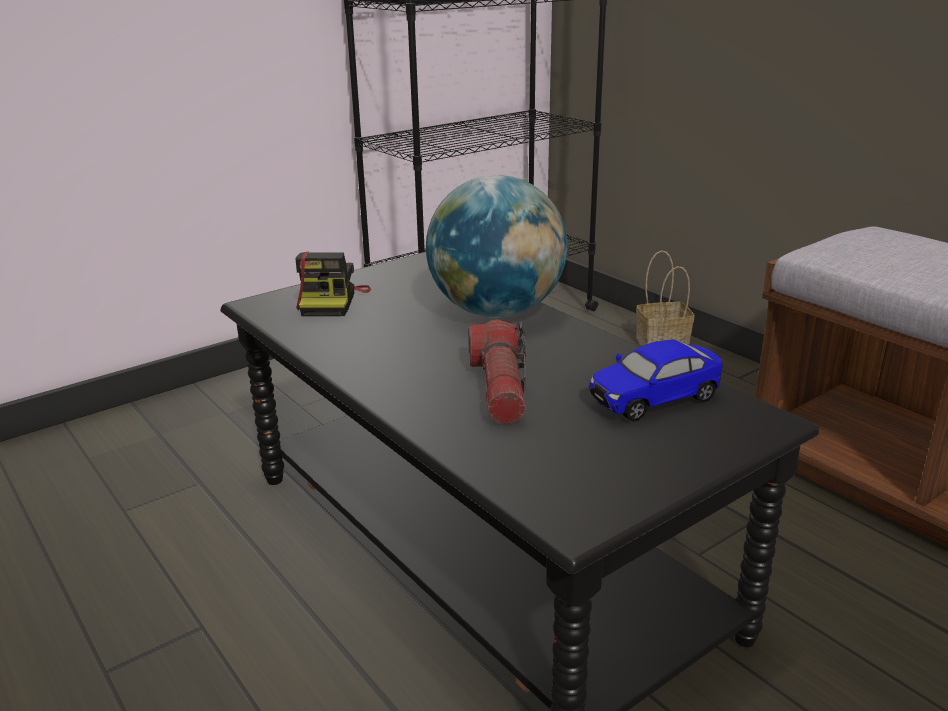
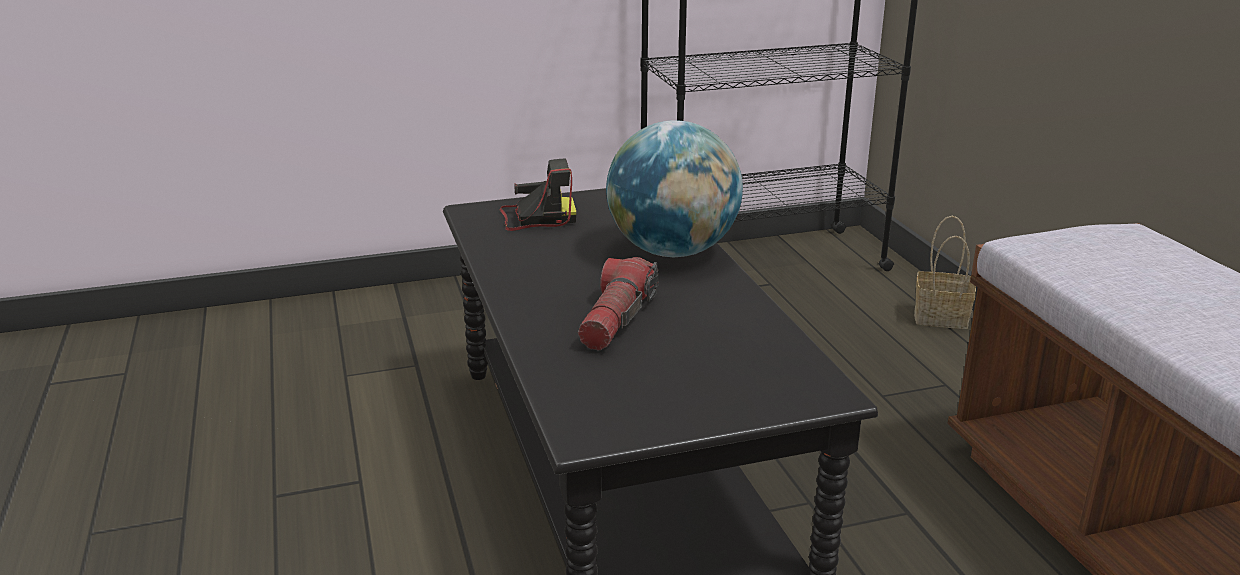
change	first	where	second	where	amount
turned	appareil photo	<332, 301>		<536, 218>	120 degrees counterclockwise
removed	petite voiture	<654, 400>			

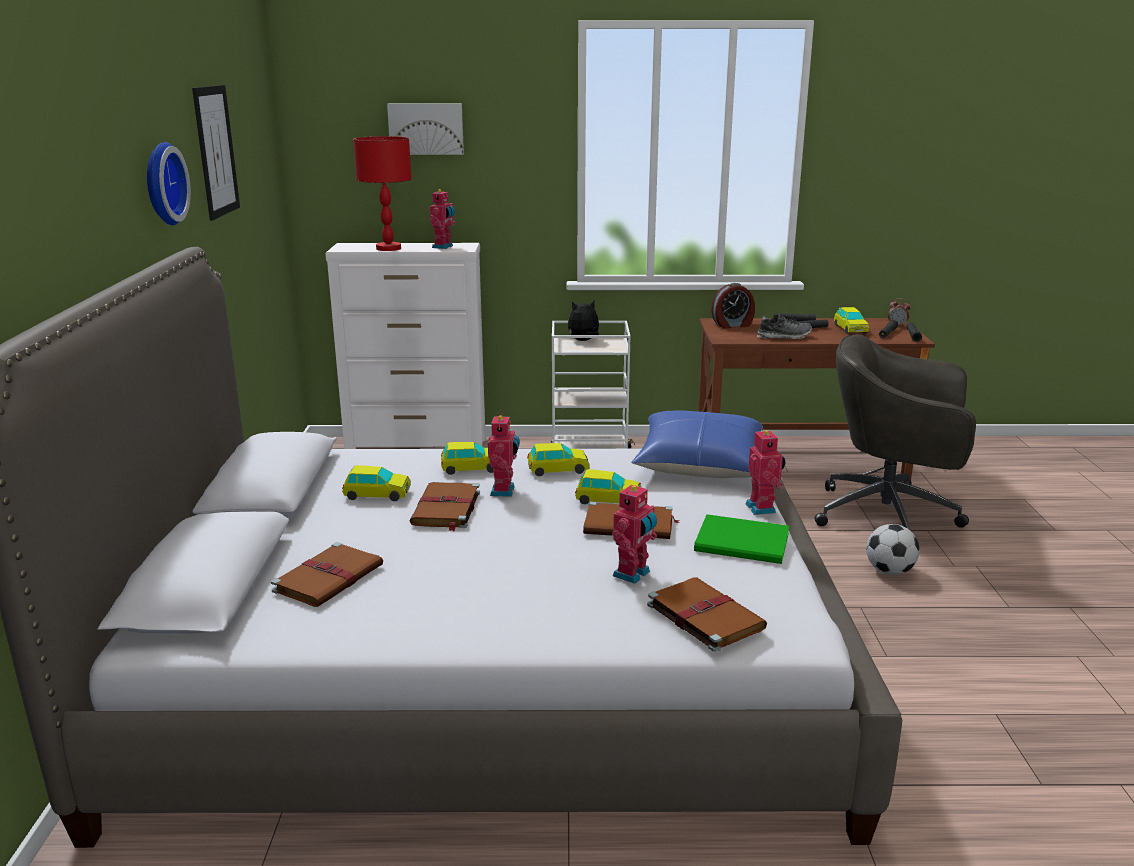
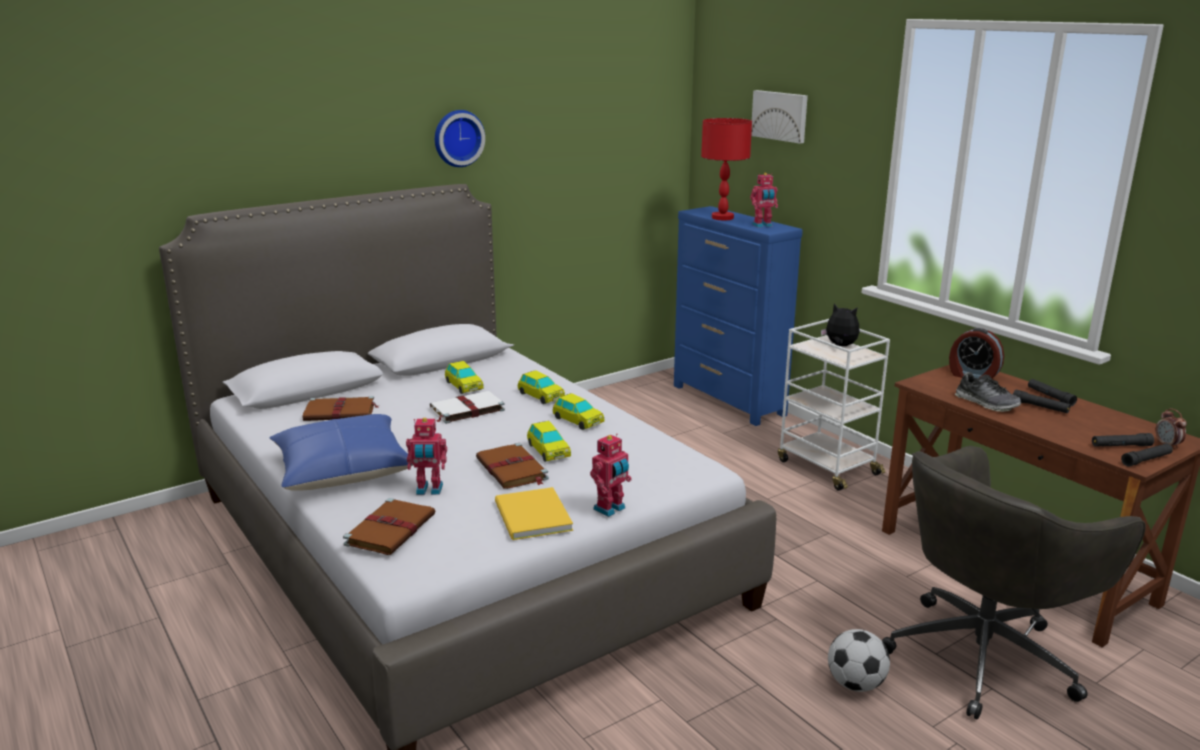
change	first	where	second	where	amount
moved	coussin/bleu	<699, 464>		<342, 469>	
recoloured	livre/marron	<446, 509>	livre/blanc	<466, 409>	
recoloured	livre/vert	<744, 543>	livre/jaune	<531, 517>	
recoloured	commode/blanc	<418, 447>	commode/bleu	<728, 400>	
turned	chaise de bureau/gris	<890, 516>		<984, 655>	105 degrees counterclockwise
removed	tableau	<216, 151>			
removed	robot jouet	<504, 491>			
removed	petite voiture	<850, 329>			

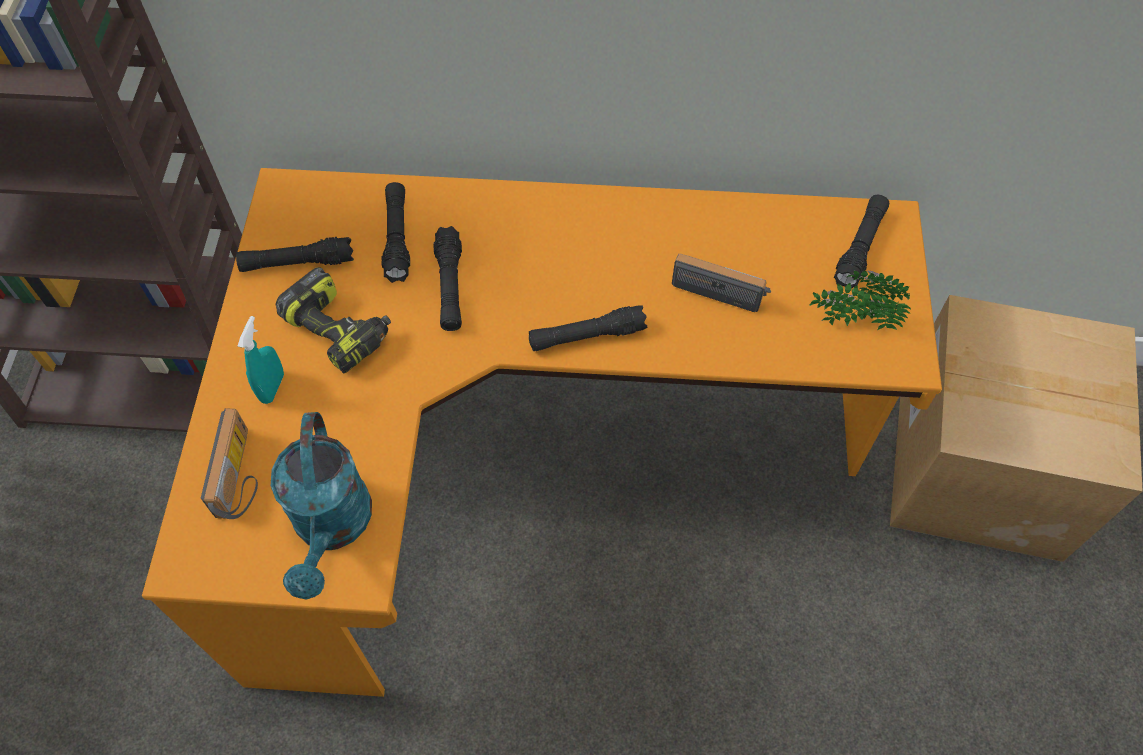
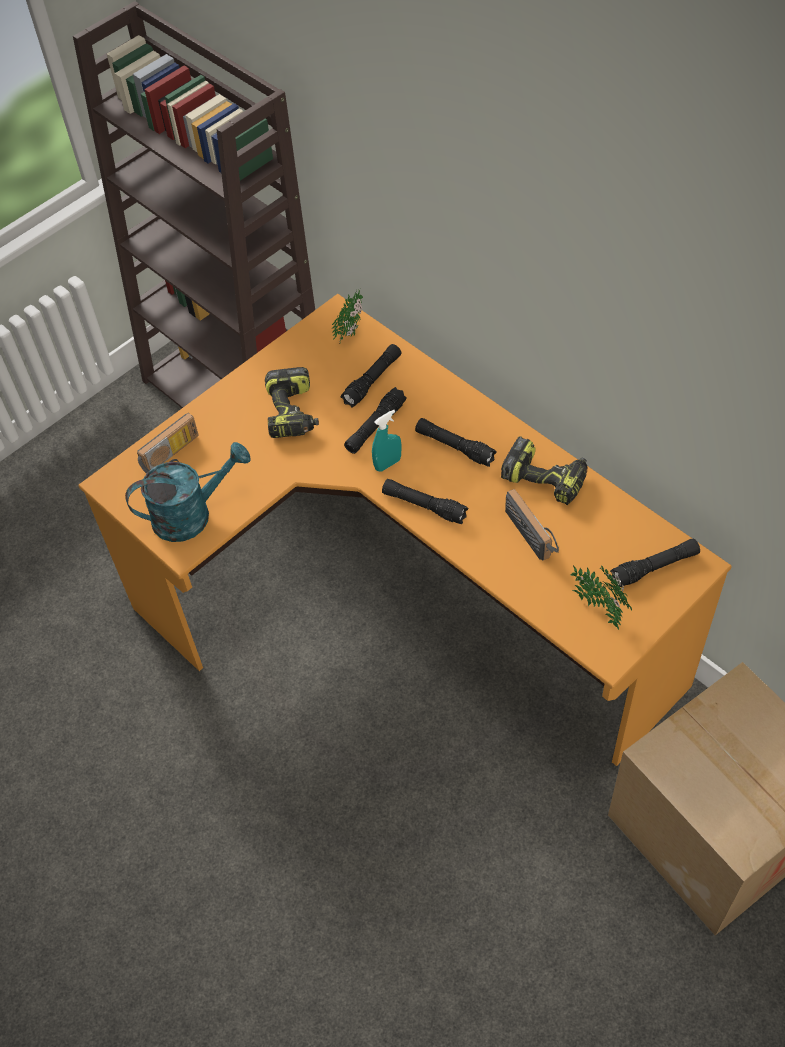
change	first	where	second	where	amount
turned	arrosoir/turquoise	<332, 527>		<192, 514>	150 degrees counterclockwise
added			plante en pot	<352, 330>	
moved	vaporisateur/turquoise	<272, 387>		<388, 464>	
moved	lampe de poche/noir	<297, 263>		<454, 447>	
added			perceuse	<546, 478>	

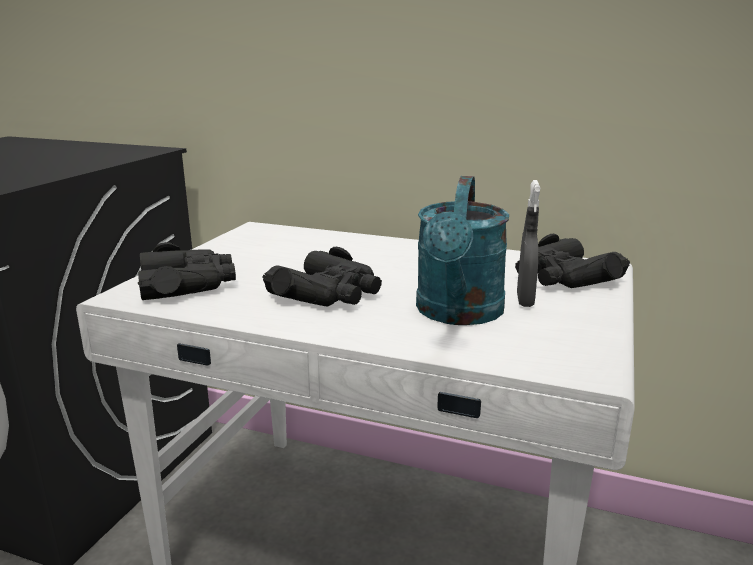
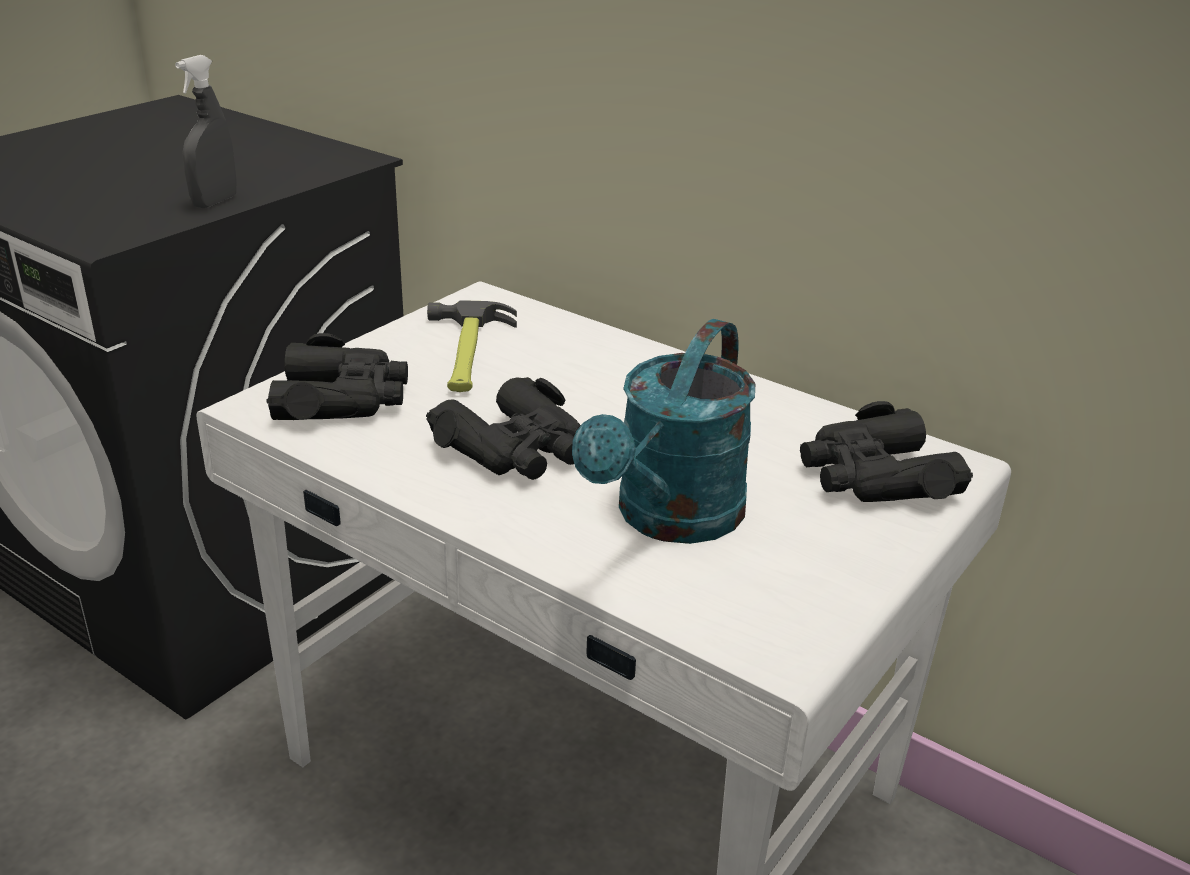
change	first	where	second	where	amount
moved	vaporisateur/gris	<525, 300>		<215, 202>	
added			marteau	<466, 354>	

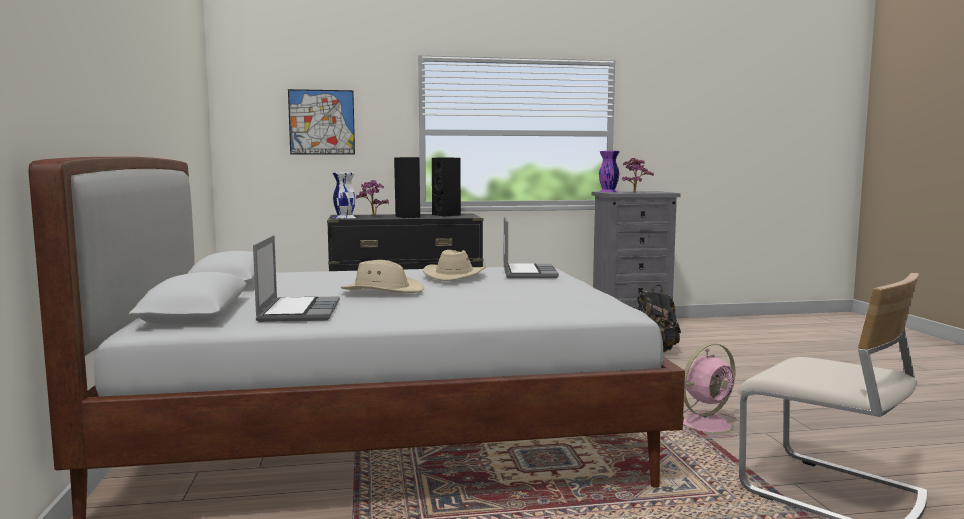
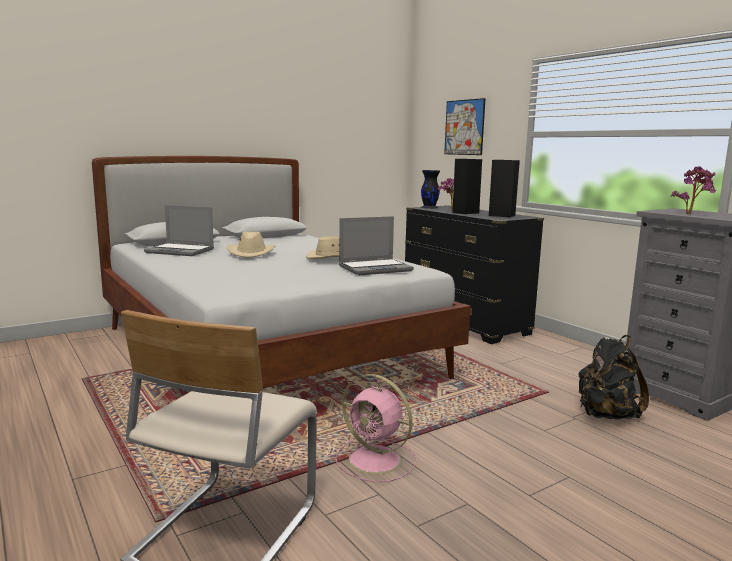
change	first	where	second	where	amount
turned	ordinateur portable	<298, 311>		<181, 251>	45 degrees clockwise
recoloured	vase/blanc	<344, 217>	vase/noir	<429, 207>	
removed	vase/violet	<608, 191>			

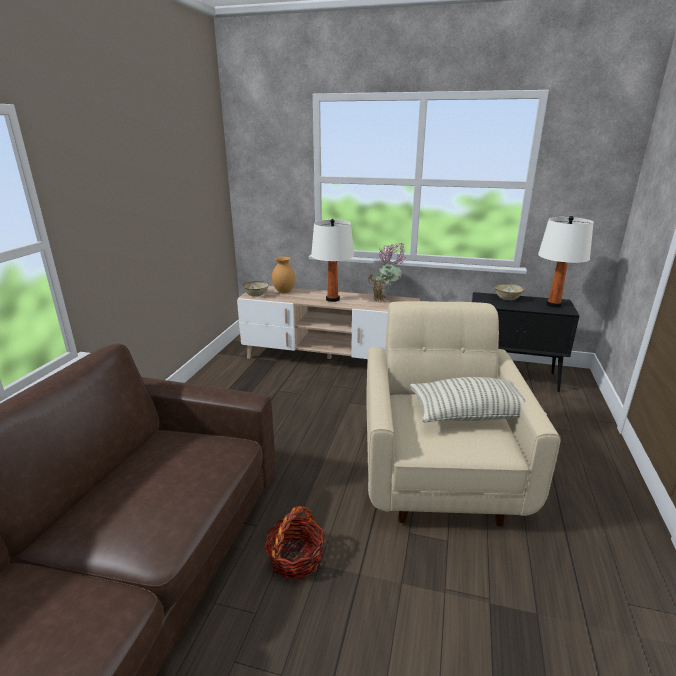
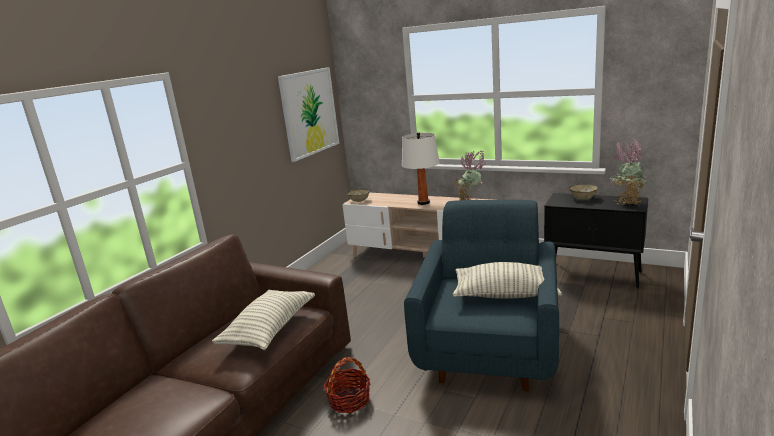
change	first	where	second	where	amount
added			coussin	<269, 330>	
added			tableau	<309, 112>	
recoloured	fauteuil/beige	<438, 470>	fauteuil/bleu	<488, 348>	
replaced	lampe de table/blanc	<553, 304>	plante en pot	<626, 202>	
removed	vase/marron	<284, 291>			

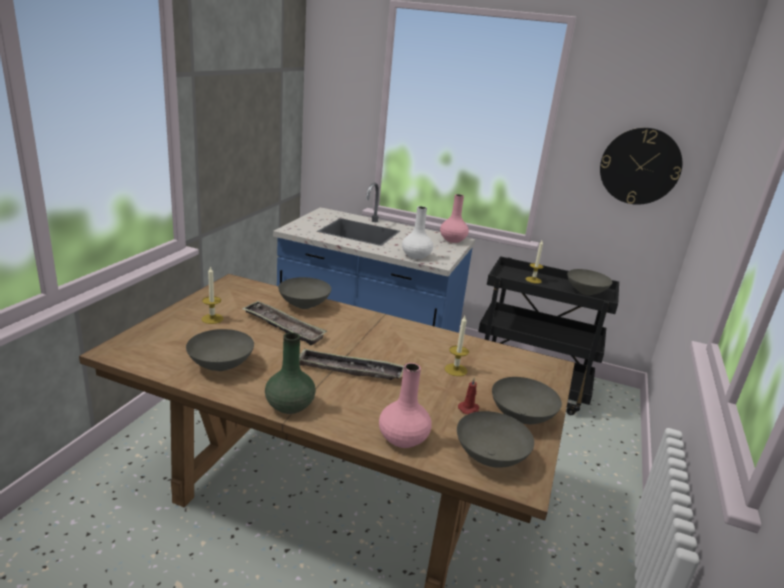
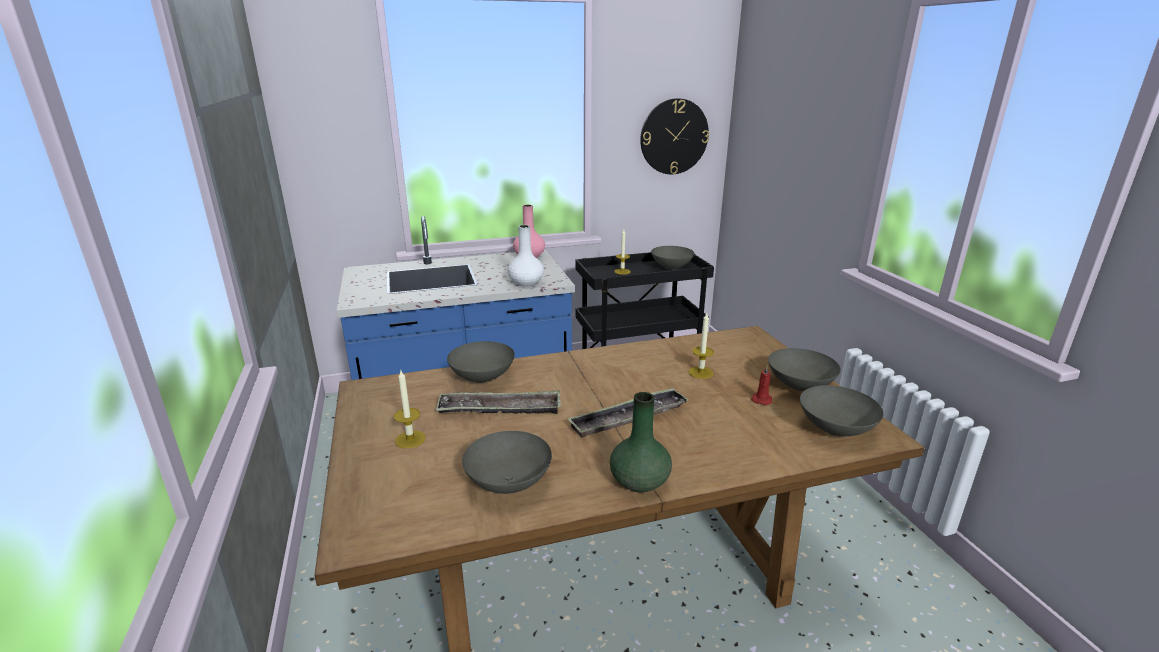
change	first	where	second	where	amount
removed	vase/rose	<403, 438>			

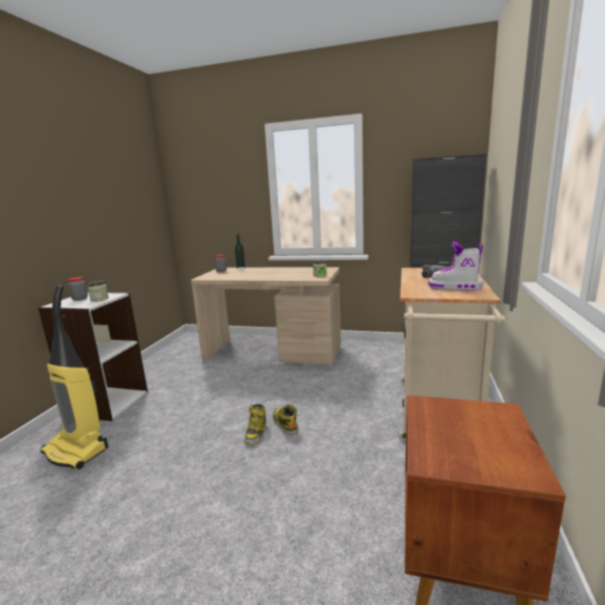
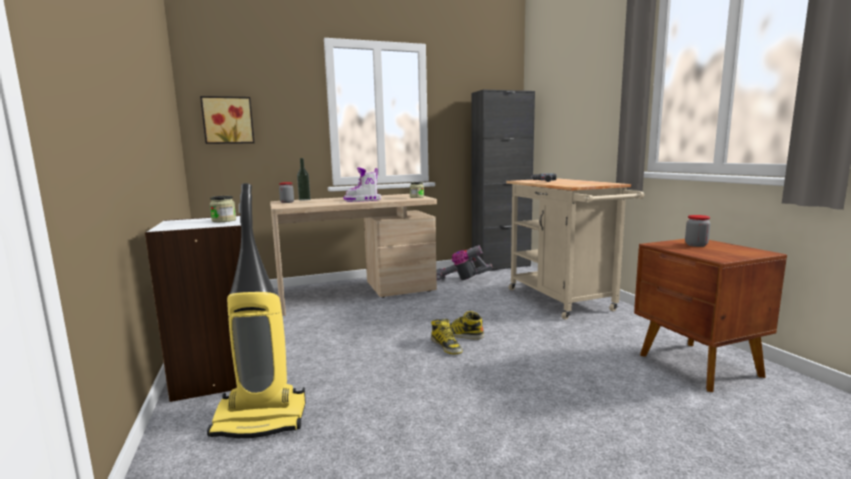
change	first	where	second	where	amount
added			tableau	<228, 120>	
moved	botte	<455, 287>		<363, 200>	
added			aspirateur	<462, 279>	
moved	bocal	<80, 299>		<696, 245>	

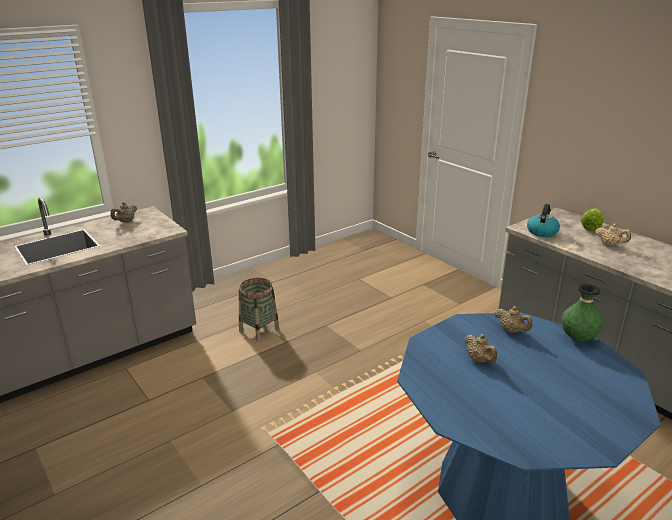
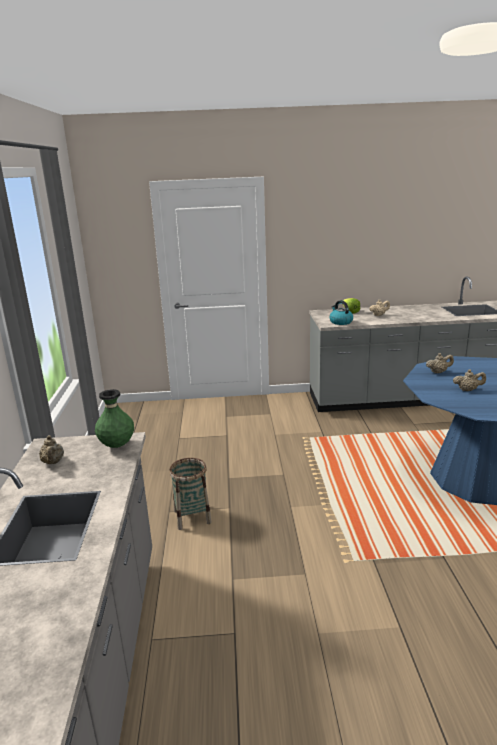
change	first	where	second	where	amount
moved	vase/vert	<578, 338>		<117, 445>	

